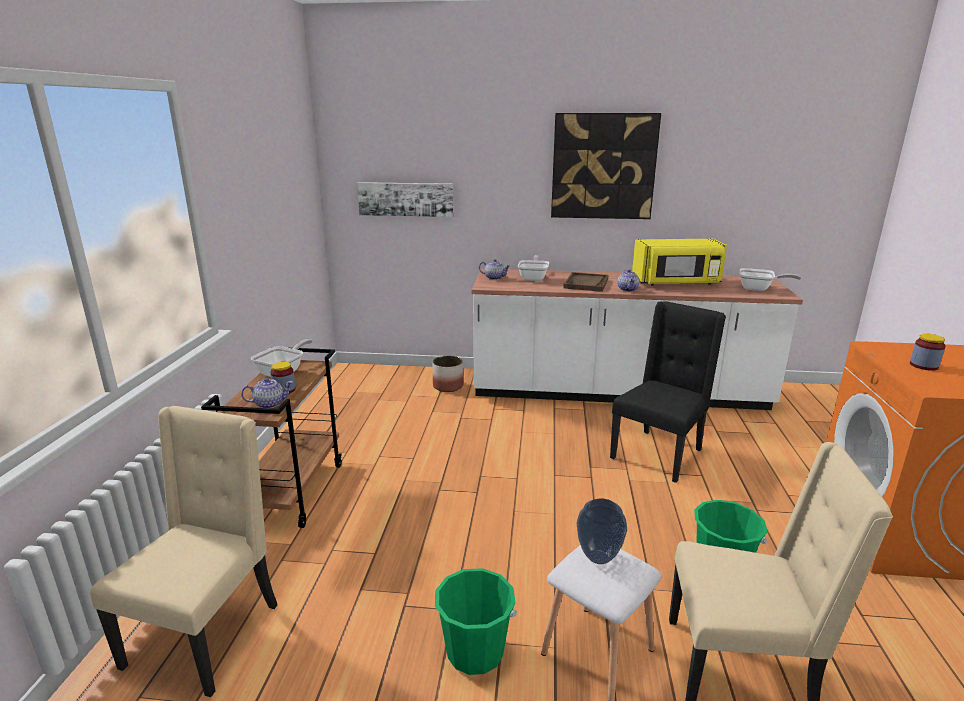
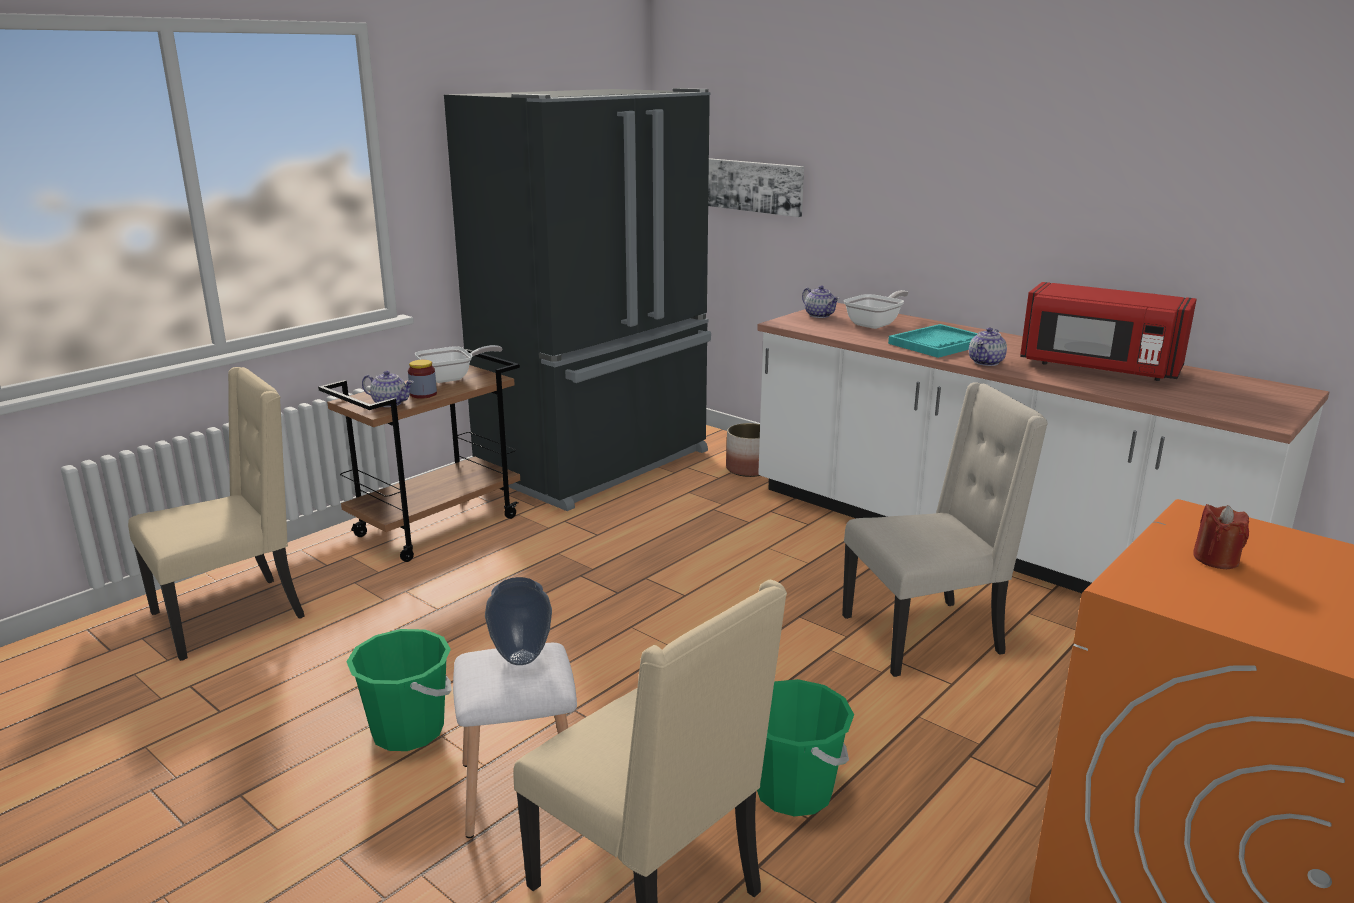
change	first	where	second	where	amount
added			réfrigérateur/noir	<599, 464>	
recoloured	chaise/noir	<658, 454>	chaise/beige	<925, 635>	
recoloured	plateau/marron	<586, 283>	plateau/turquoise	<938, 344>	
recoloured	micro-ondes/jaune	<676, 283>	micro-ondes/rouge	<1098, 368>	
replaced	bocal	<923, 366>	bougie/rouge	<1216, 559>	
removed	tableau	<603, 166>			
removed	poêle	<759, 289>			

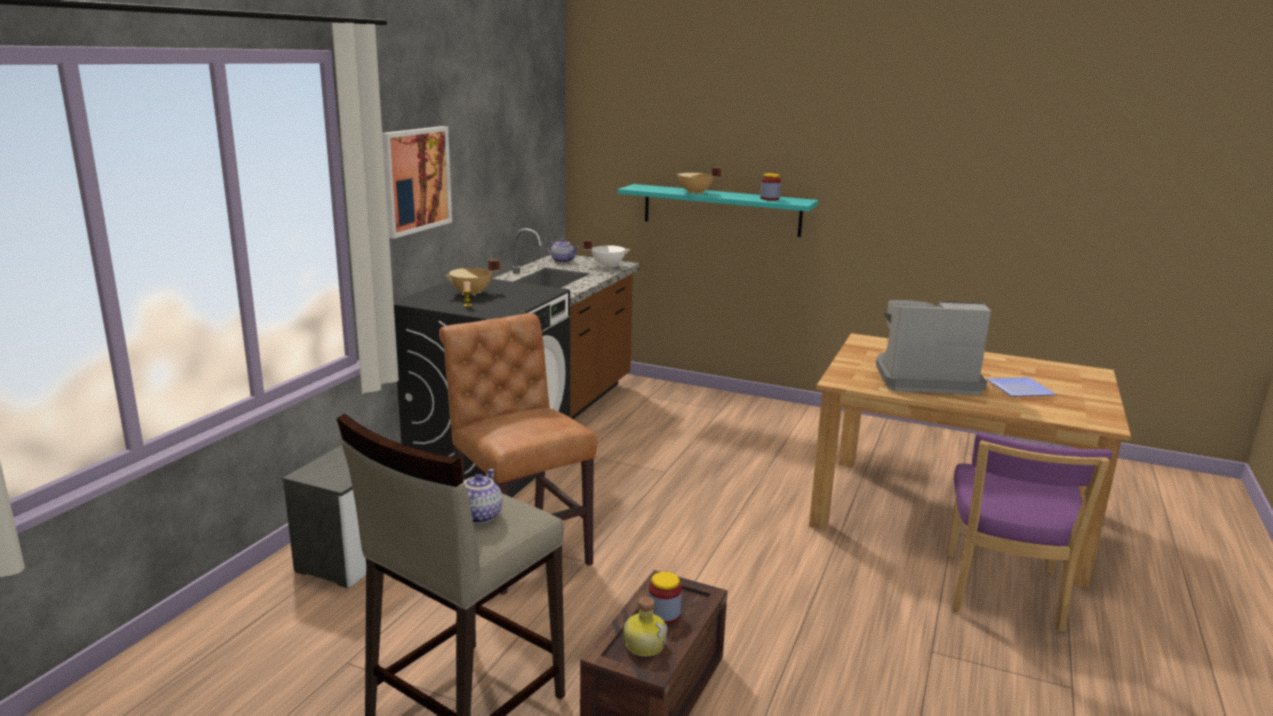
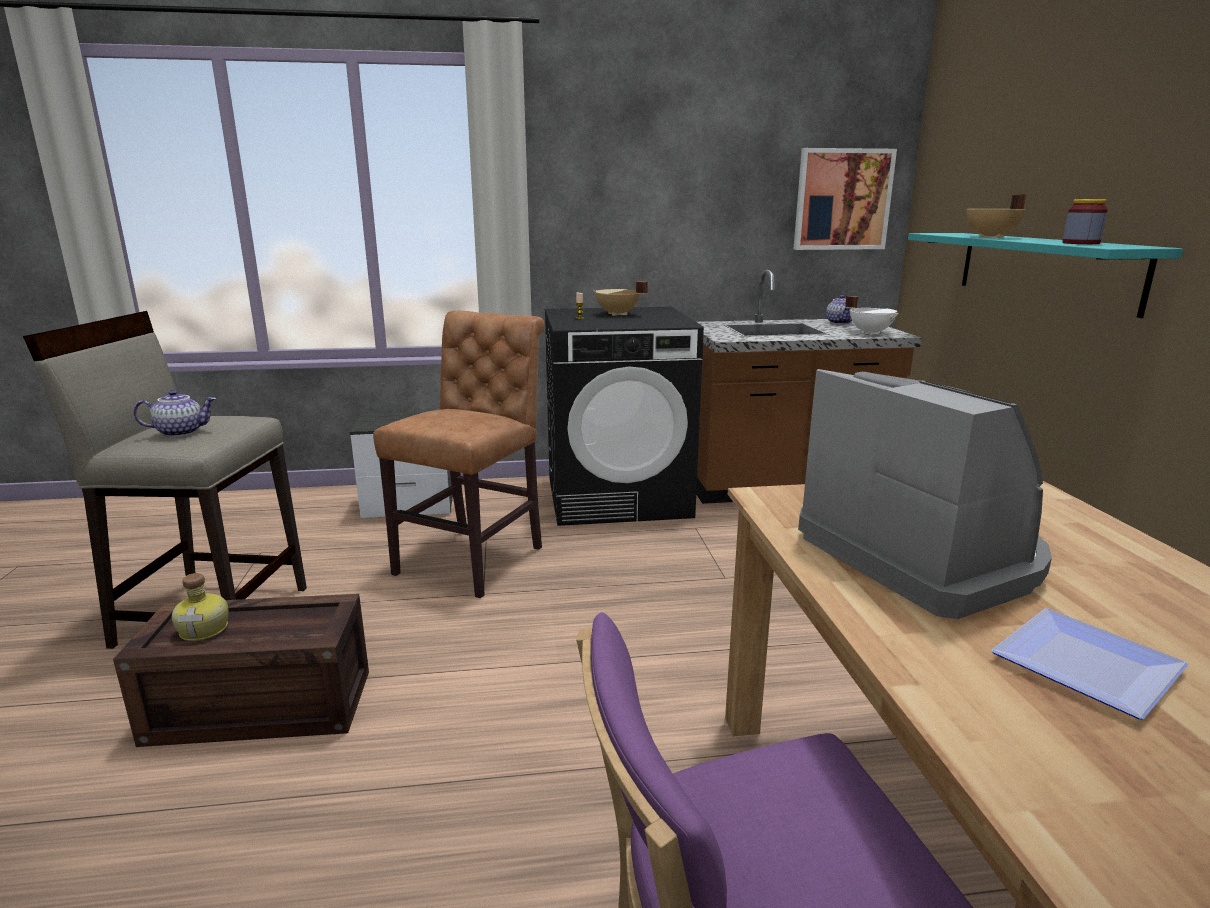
change	first	where	second	where	amount
moved	tableau	<415, 180>		<842, 200>	
removed	bocal	<664, 614>			

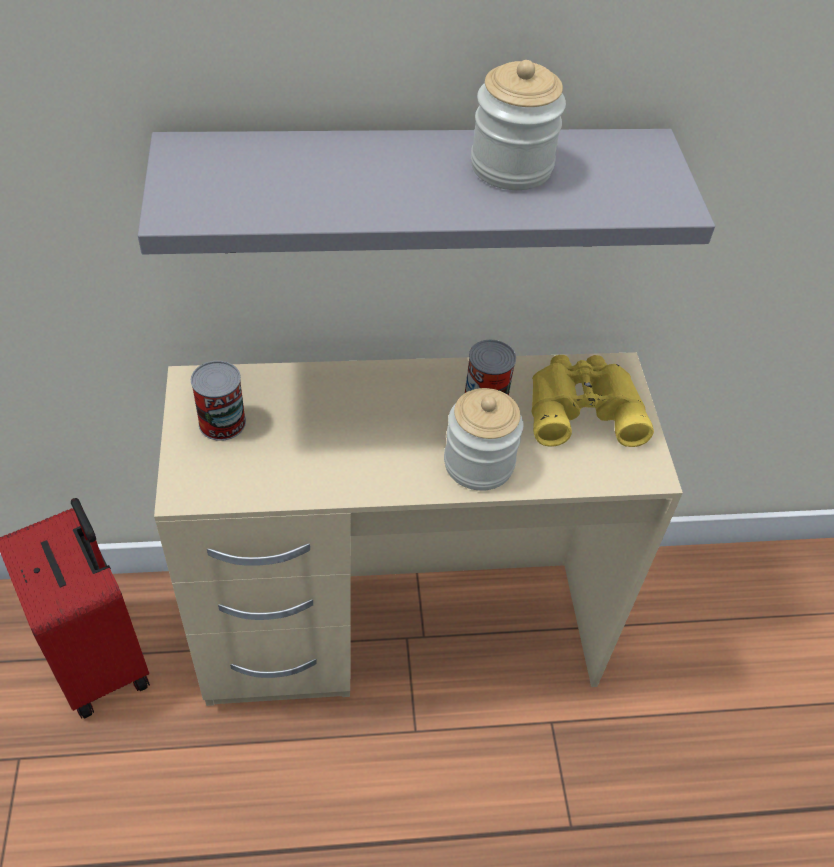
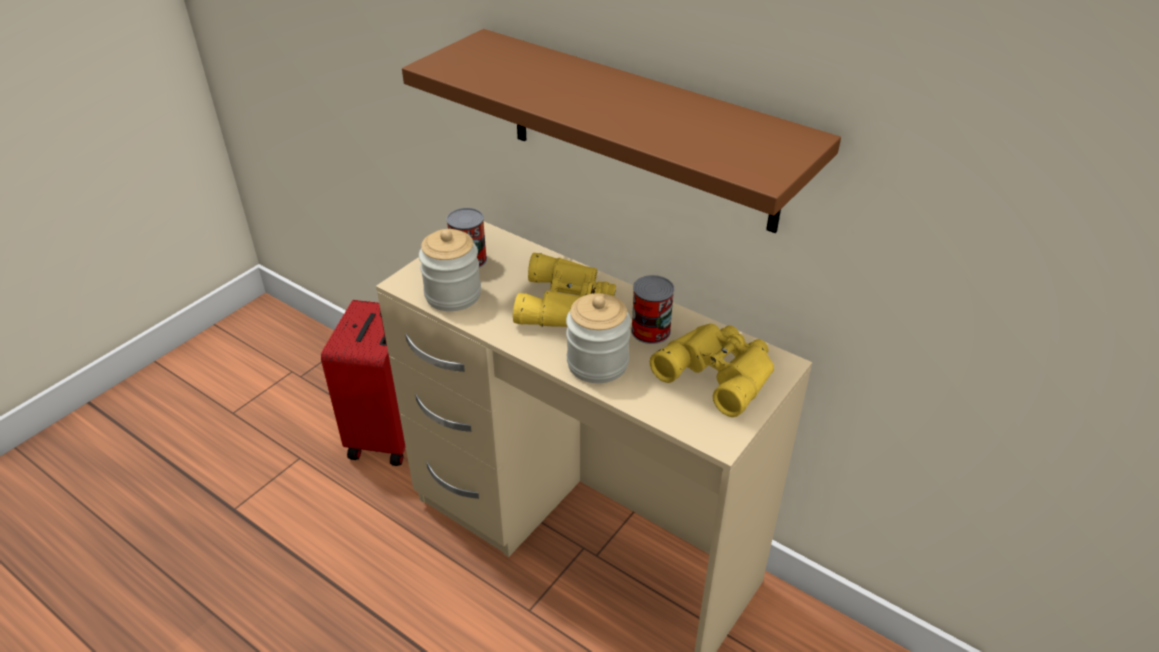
change	first	where	second	where	amount
recoloured	étagère/gris	<414, 191>	étagère/marron	<641, 130>	
moved	bocal	<511, 167>		<453, 295>	
added			jumelles/jaune	<568, 304>	

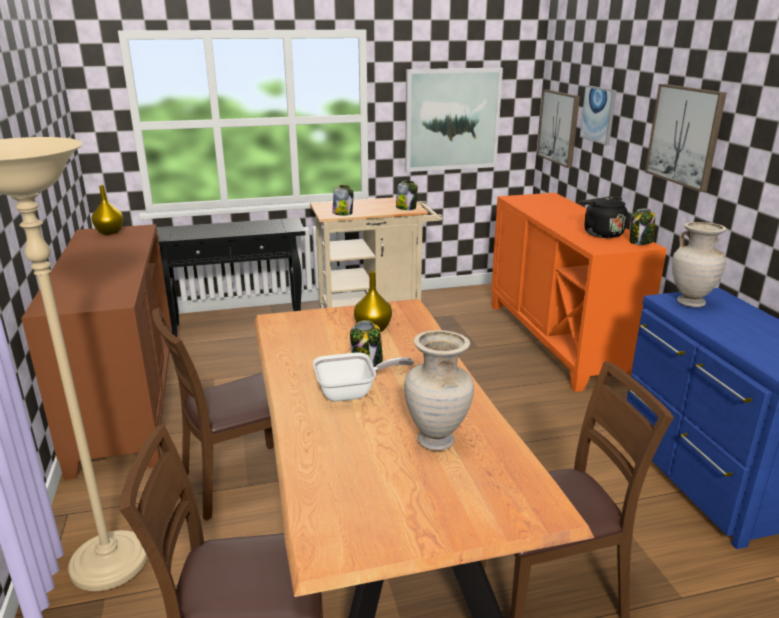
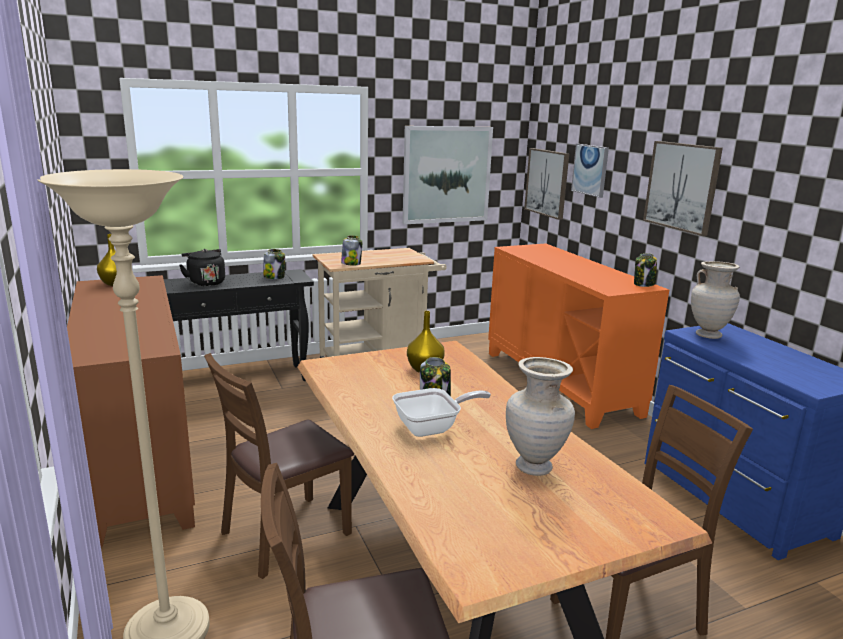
change	first	where	second	where	amount
moved	bouilloire/noir	<600, 233>		<205, 282>	
moved	bocal	<406, 208>		<274, 277>	

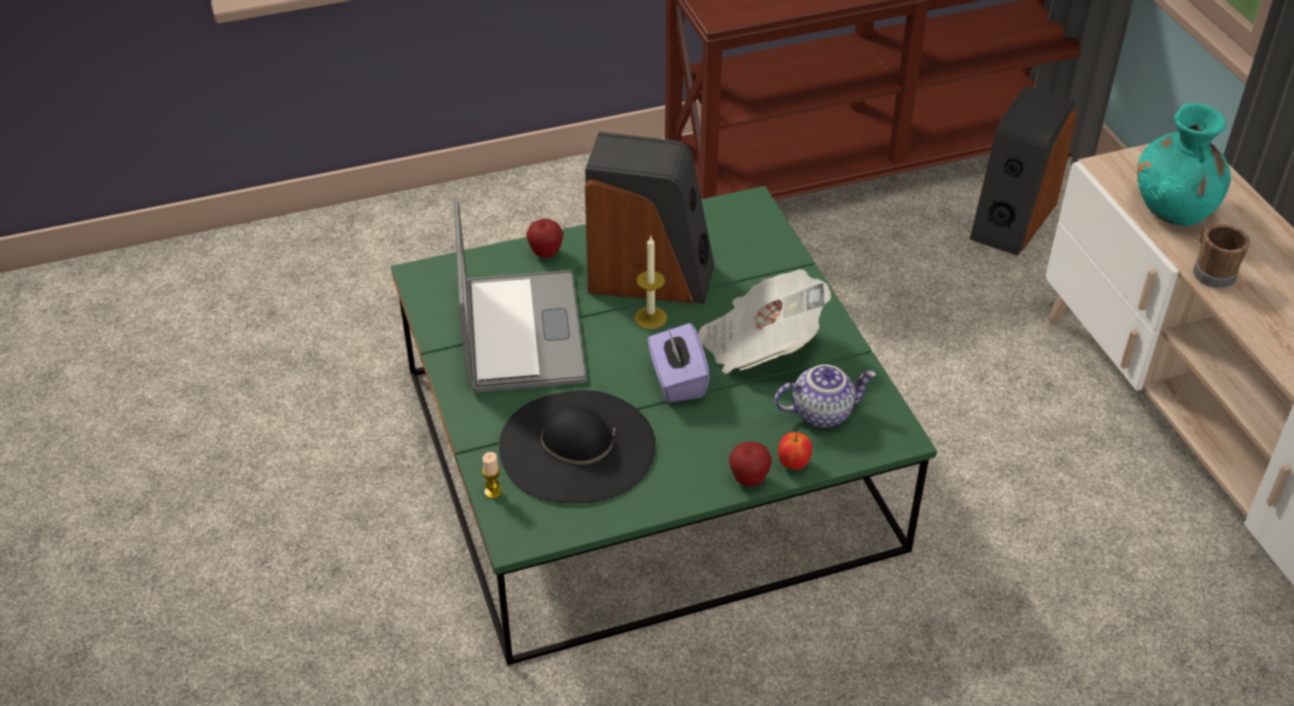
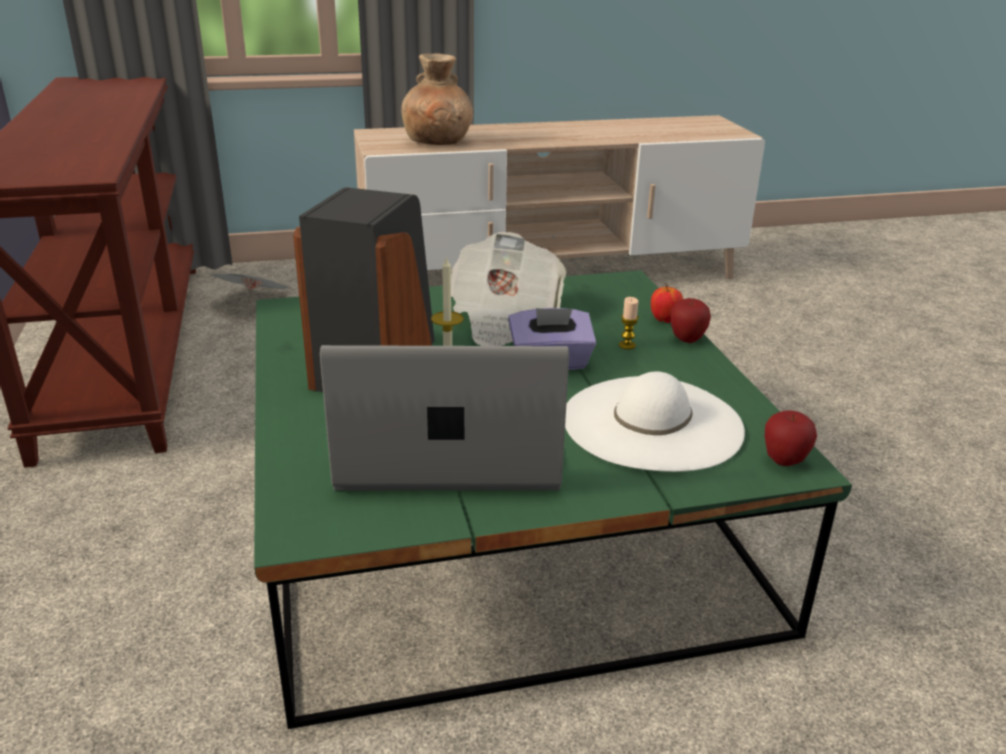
change	first	where	second	where	amount
replaced	enceinte	<1011, 219>	journal	<255, 303>	
recoloured	vase/turquoise	<1174, 208>	vase/marron	<438, 142>	
recoloured	chapeau/noir	<577, 446>	chapeau/blanc	<652, 423>	
moved	bougie	<493, 492>		<627, 345>	
moved	pomme	<546, 254>		<784, 461>	
removed	théière	<822, 411>			
removed	mug/marron	<1211, 271>			

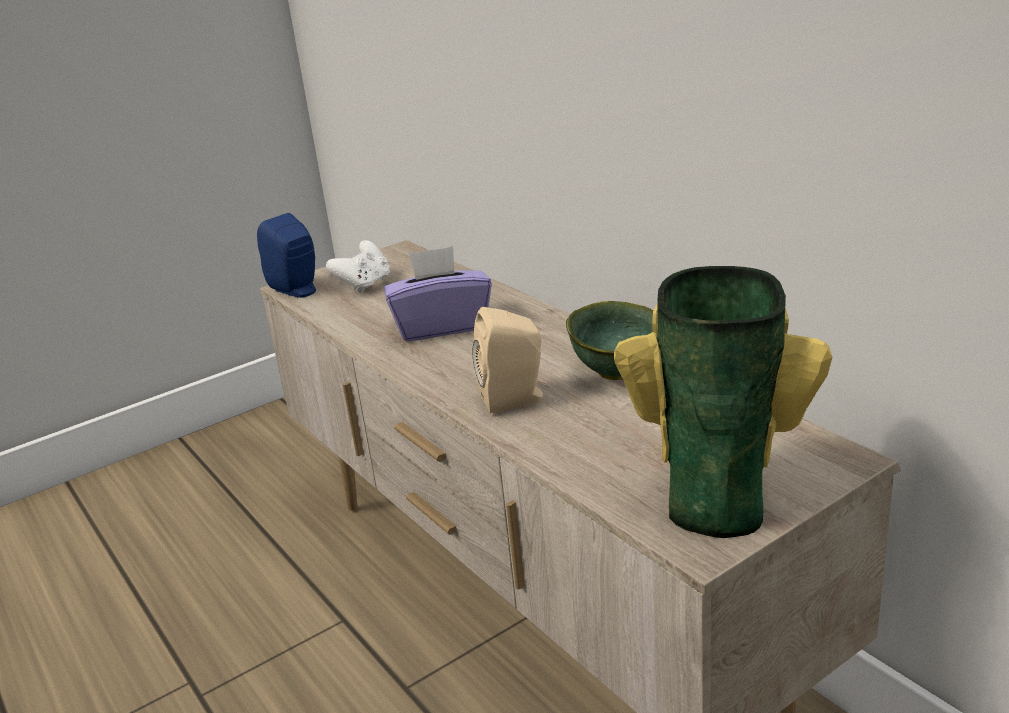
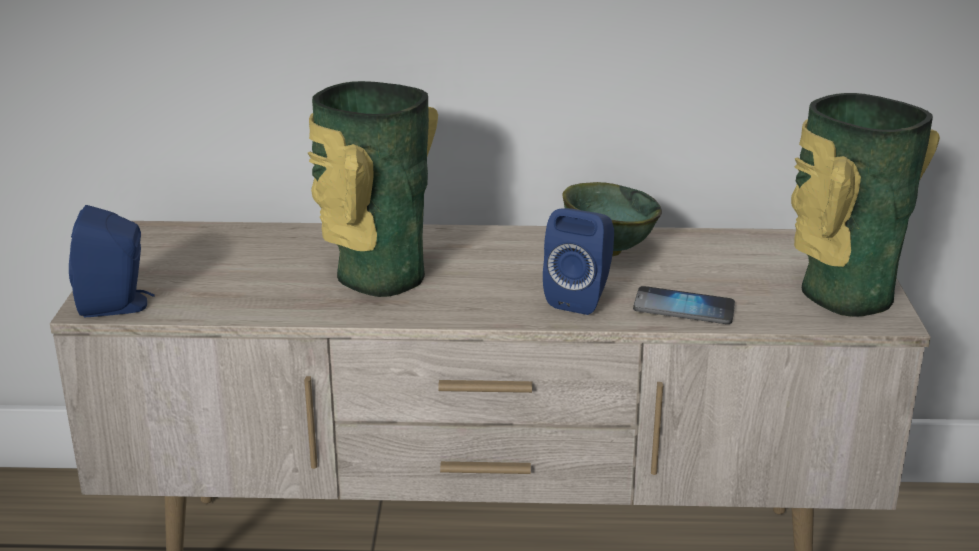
change	first	where	second	where	amount
replaced	boîte à mouchoirs/violet	<441, 326>	vase	<375, 275>	
recoloured	enceinte/beige	<515, 400>	enceinte/bleu	<581, 298>	
added			téléphone	<684, 308>	
removed	manette/blanc	<365, 285>			

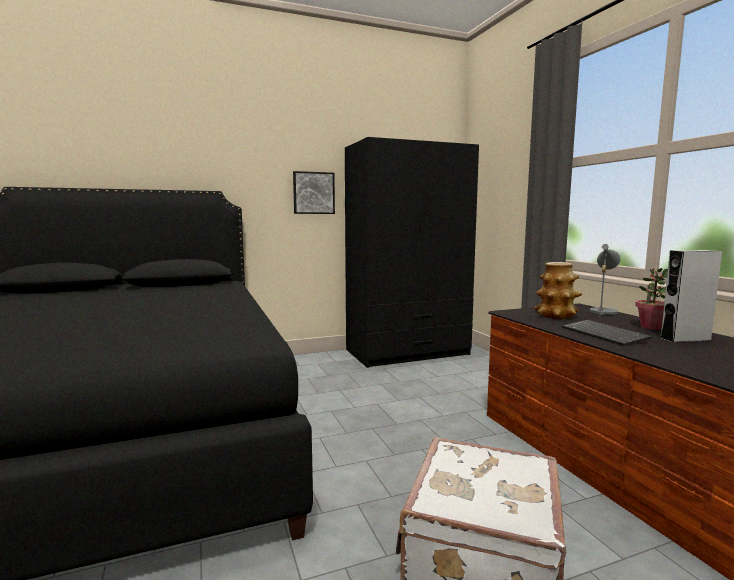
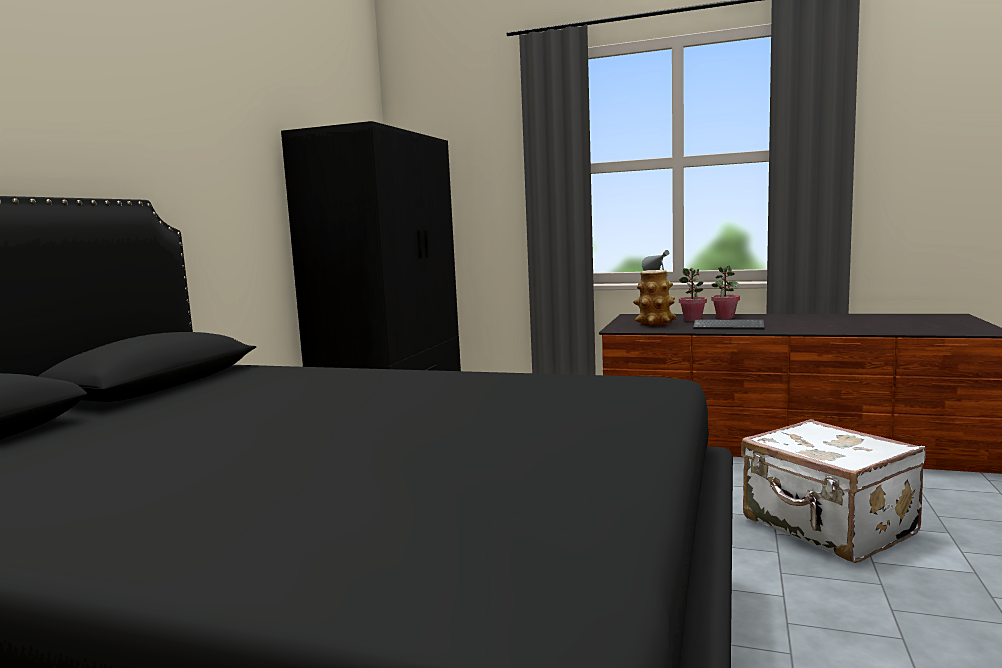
change	first	where	second	where	amount
added			plante en pot	<692, 320>	
removed	tableau	<313, 193>			
removed	enceinte/gris	<685, 339>			

